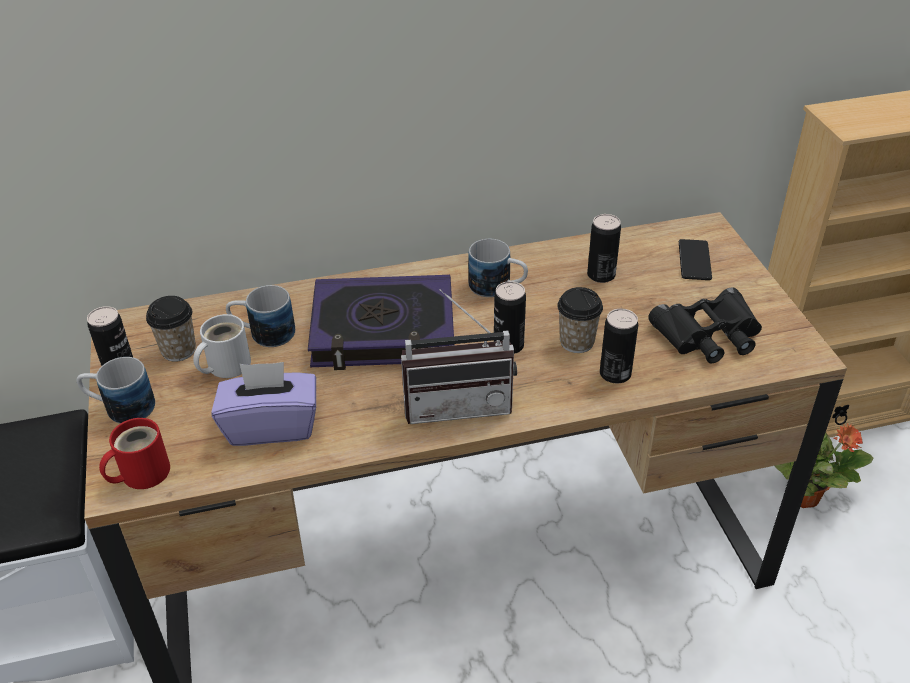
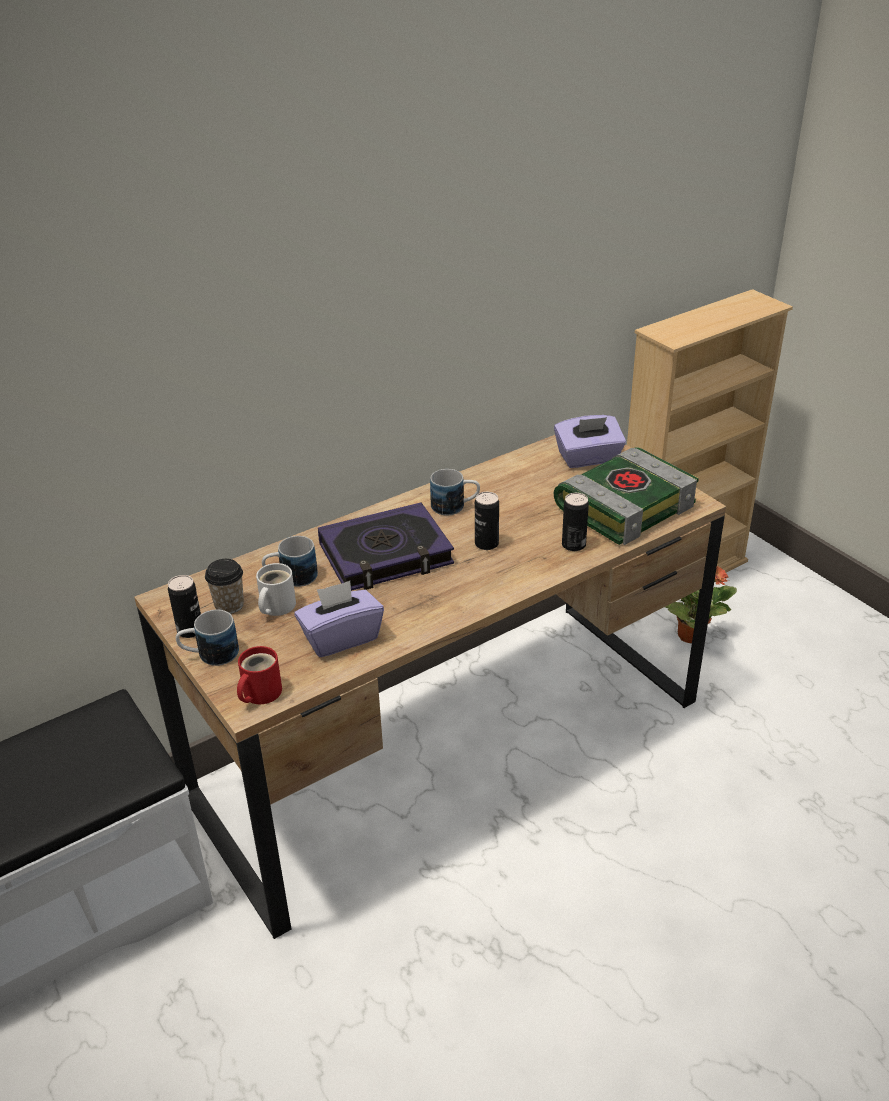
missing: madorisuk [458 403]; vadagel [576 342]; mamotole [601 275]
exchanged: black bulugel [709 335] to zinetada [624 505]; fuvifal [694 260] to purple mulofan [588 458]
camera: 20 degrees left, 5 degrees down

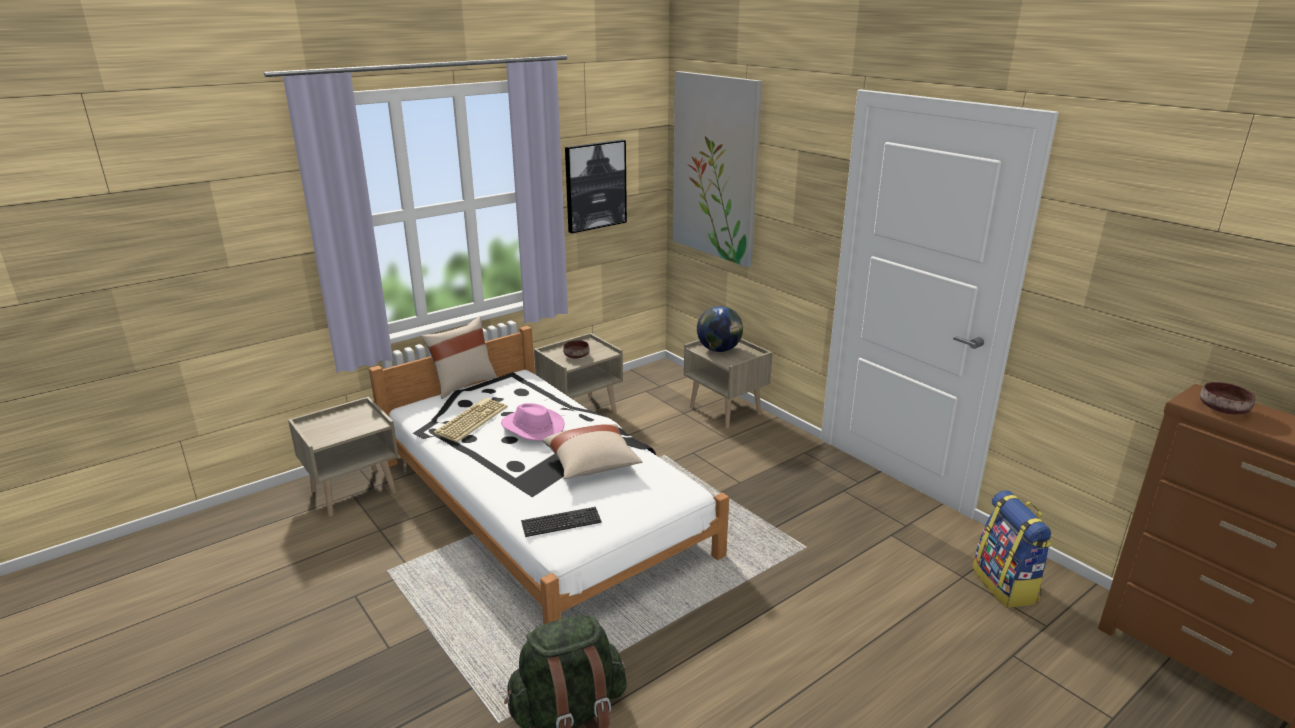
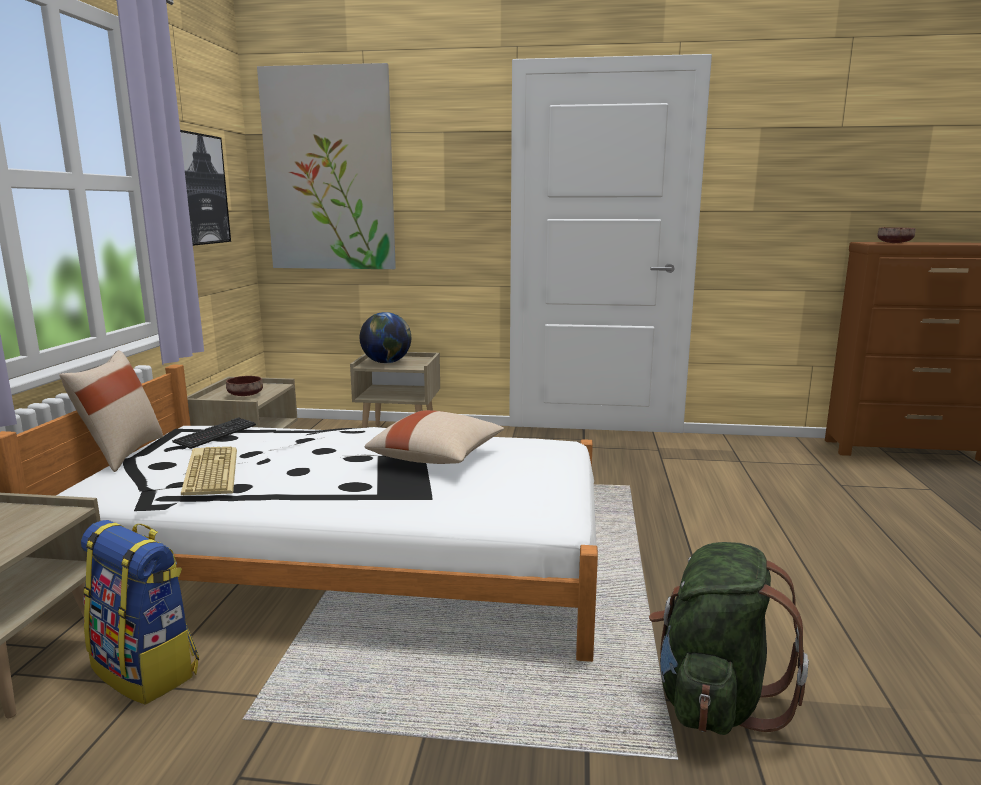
missing: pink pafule [532 428]
relocated: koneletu [561 523] to [216 434]; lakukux [1006 585] to [147 670]
camera: 45 degrees left, 10 degrees down

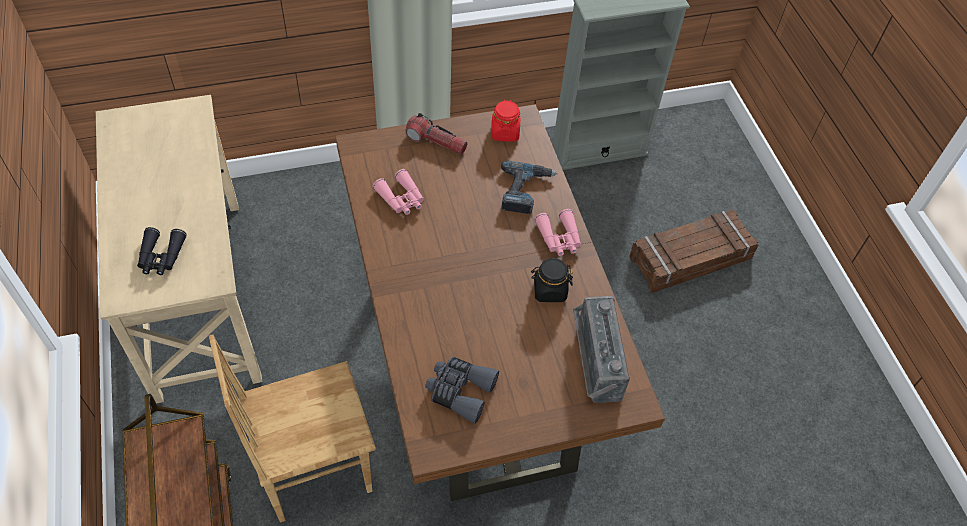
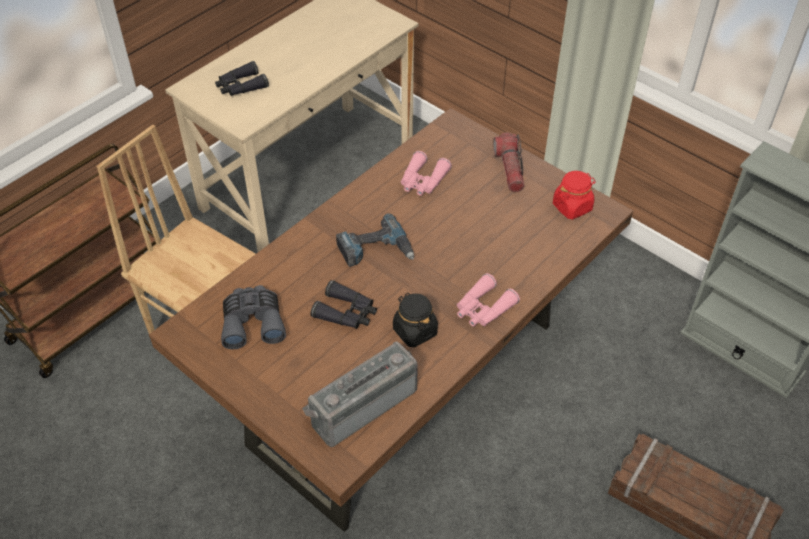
appeared: black bulugel [347 313]
relocated: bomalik [525 191] to [375 250]
camera: 60 degrees right, 5 degrees down

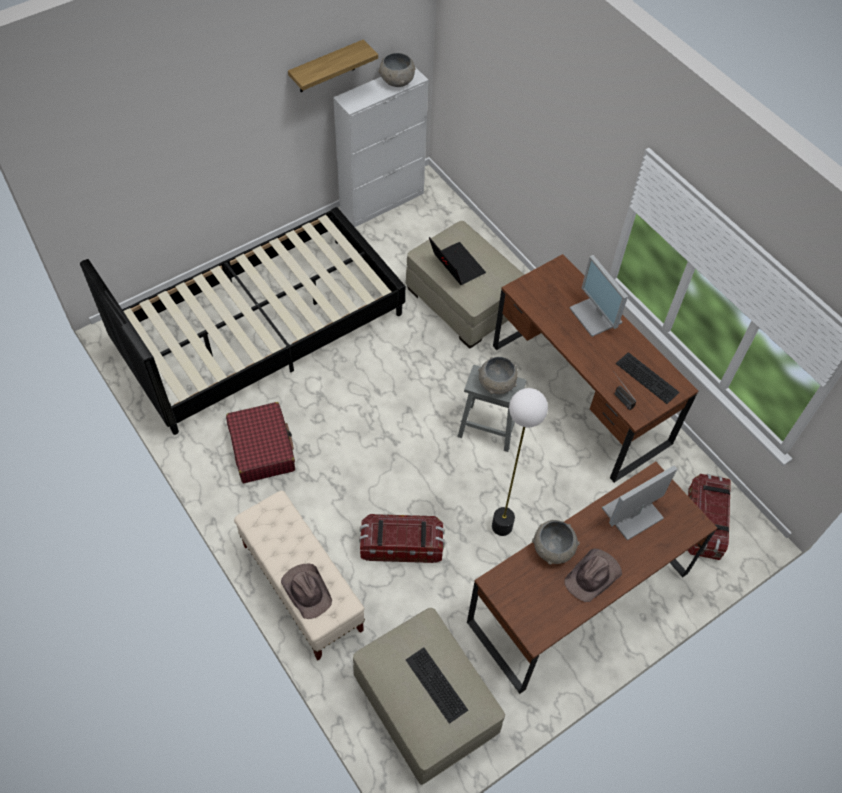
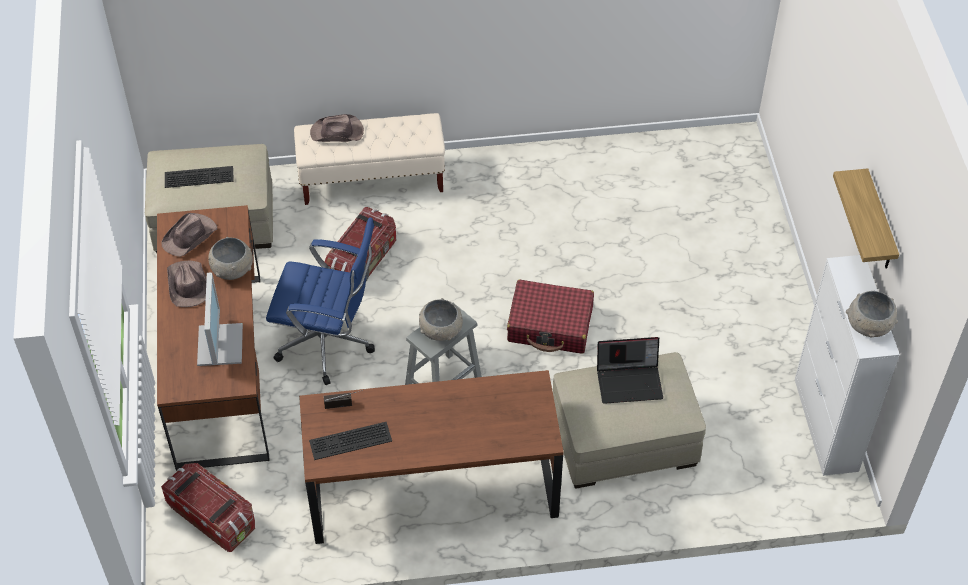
missing: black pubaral [261 331]; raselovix [596 316]
appeared: brown pafule [190 236]
relocated: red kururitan [262 448] to [550 325]
exchanged: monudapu [502 526] to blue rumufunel [329 344]
camera: 120 degrees right, 5 degrees down

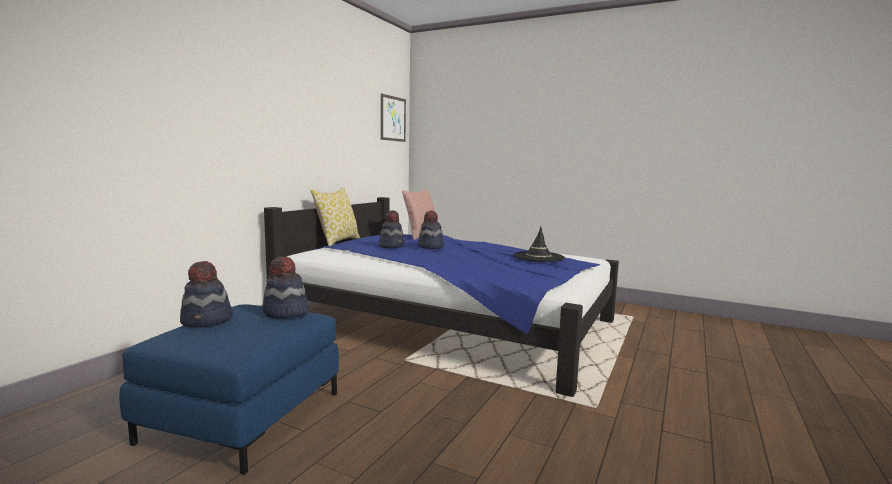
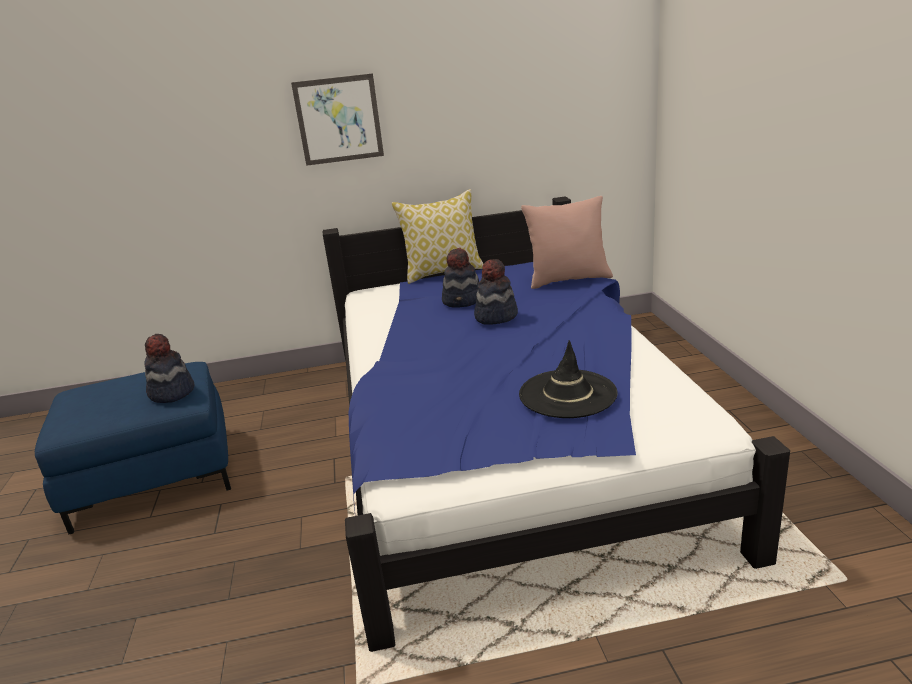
missing: pafule [207 321]
relocated: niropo [393 118] to [338 120]
camera: 55 degrees right, 15 degrees up

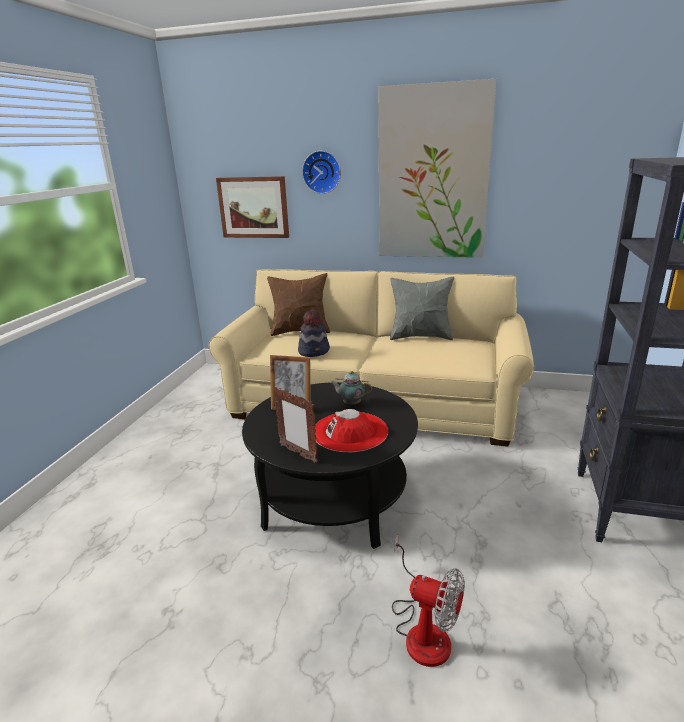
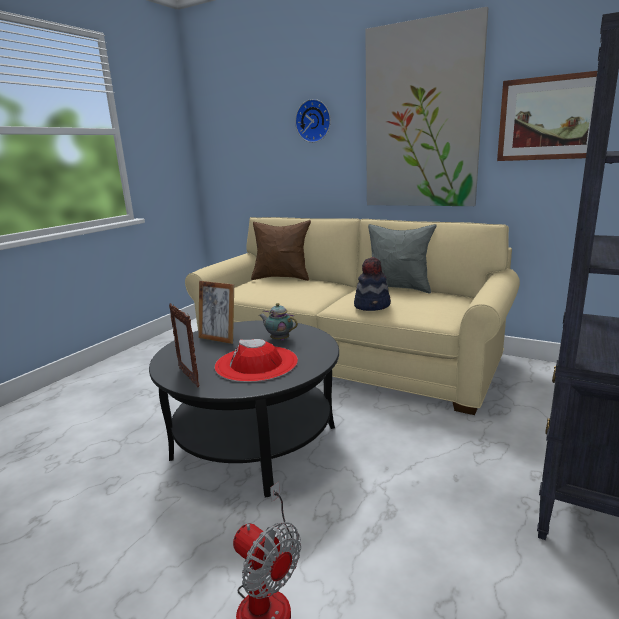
relocated: niropo [253 207] to [551 118]; pafule [314 351] to [372 306]
camera: 15 degrees right, 5 degrees down

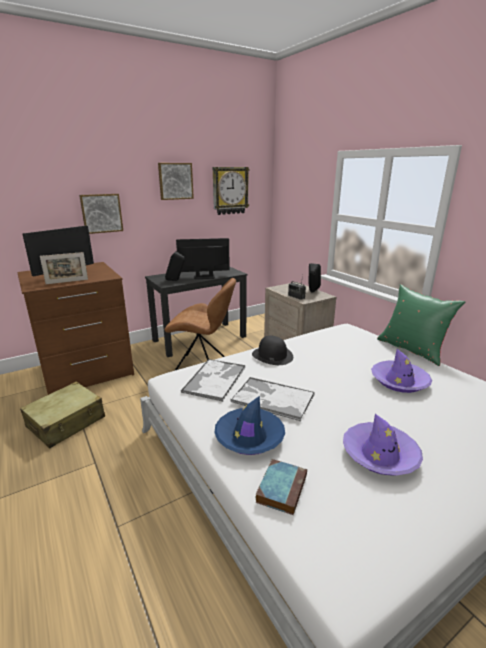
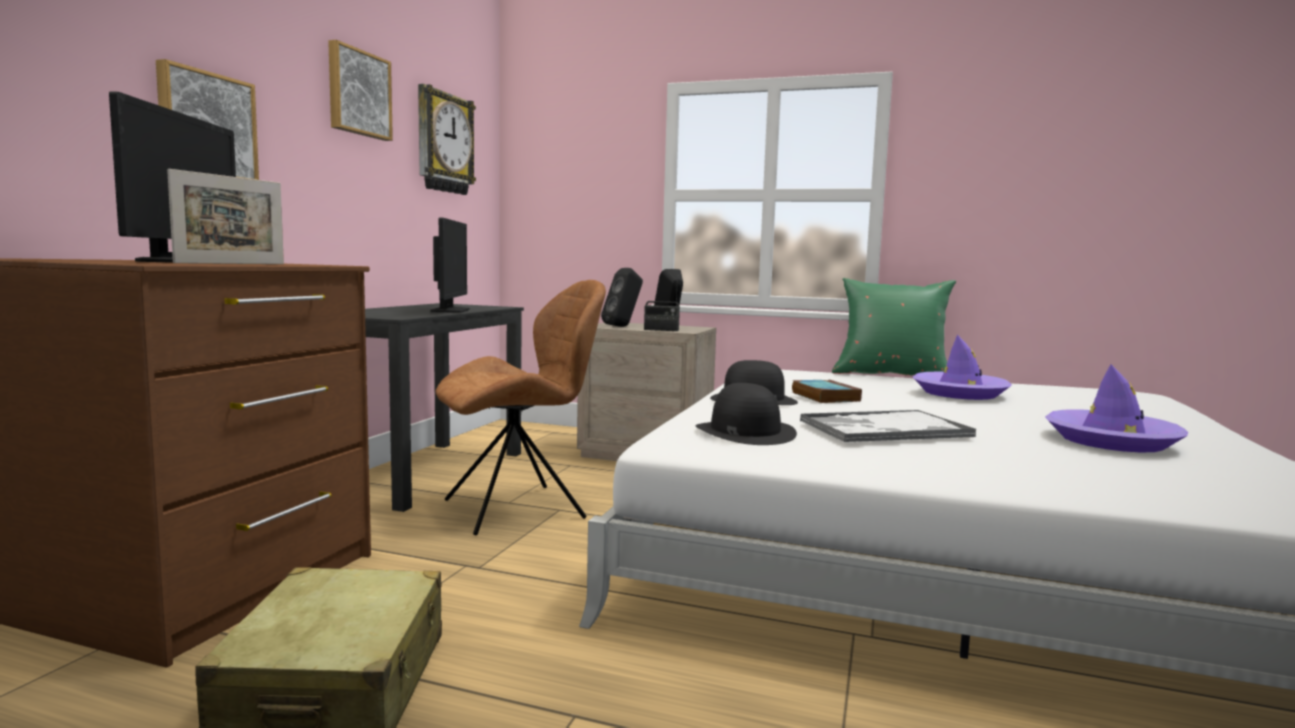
missing: blue pafule [249 437]
relocated: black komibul [176 280] to [623 326]; zinetada [281 488] to [823 396]
exchanged: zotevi [215 379] to black pafule [744 432]
spun: raselovix [204 277] = [450 310] 135 degrees clockwise
camera: 40 degrees left, 15 degrees down

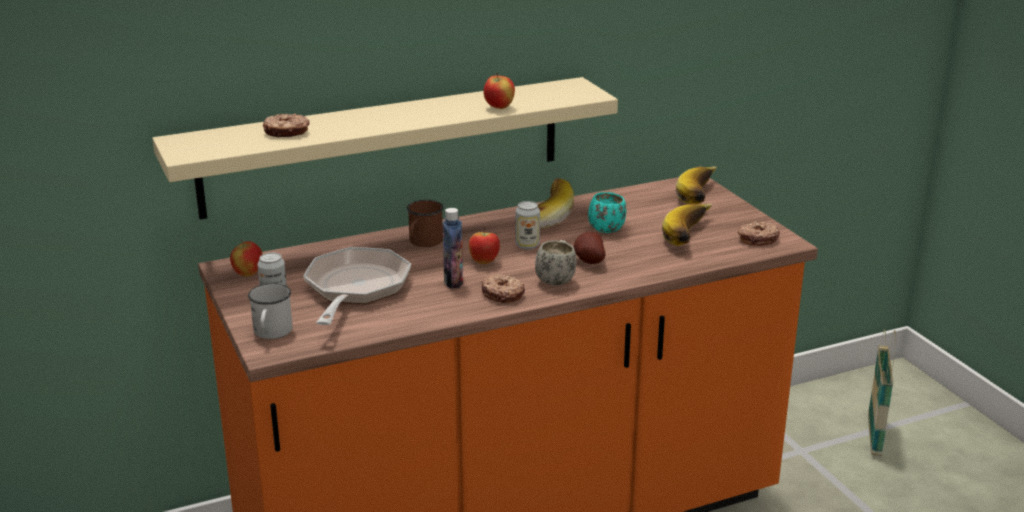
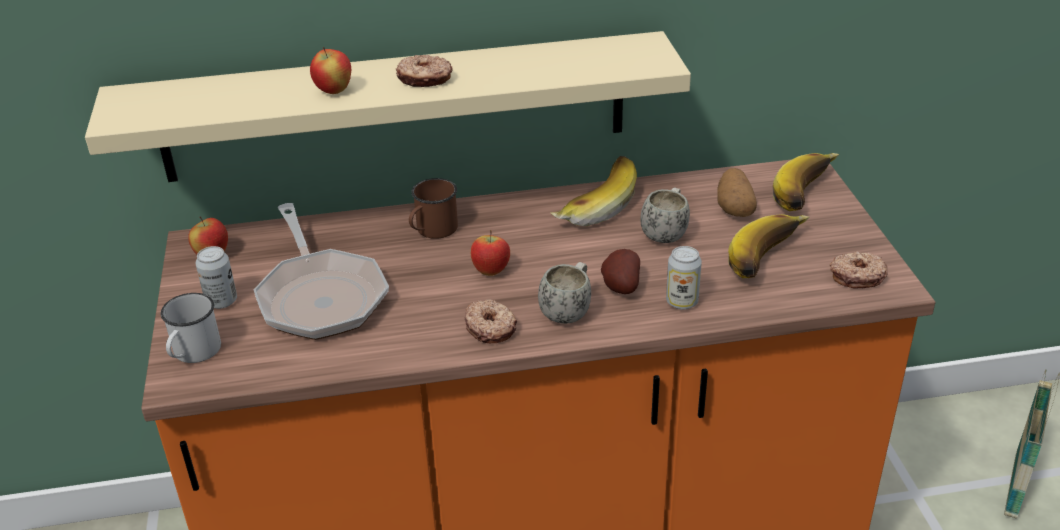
missing: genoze [453 282]
appeared: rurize [734 207]
relocated: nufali [286 132] to [424 79]; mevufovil [499 107] to [334 91]; mamotole [527 245] to [682 302]
colour: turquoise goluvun [606 227] to white goluvun [665 233]
spun: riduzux [355 289] = [320 296] 135 degrees clockwise
camera: 15 degrees right, 10 degrees up

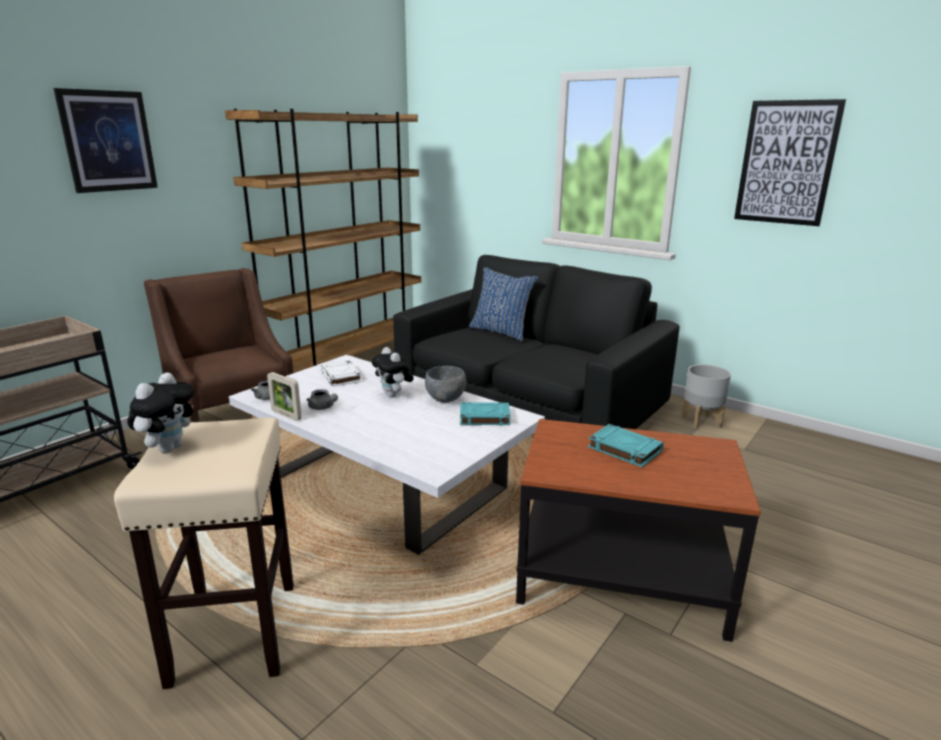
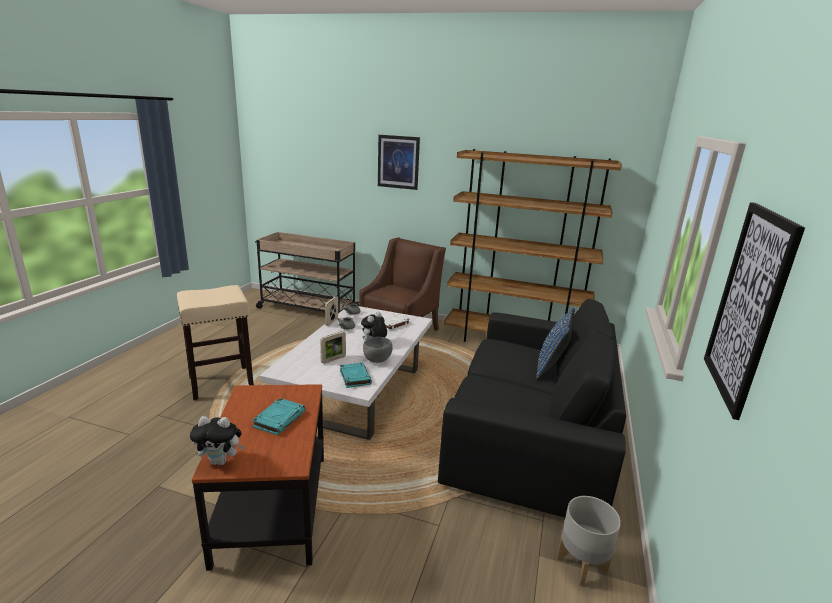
appeared: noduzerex [333 359]
relocated: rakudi [169 448] to [221 461]
camera: 70 degrees right, 0 degrees up

